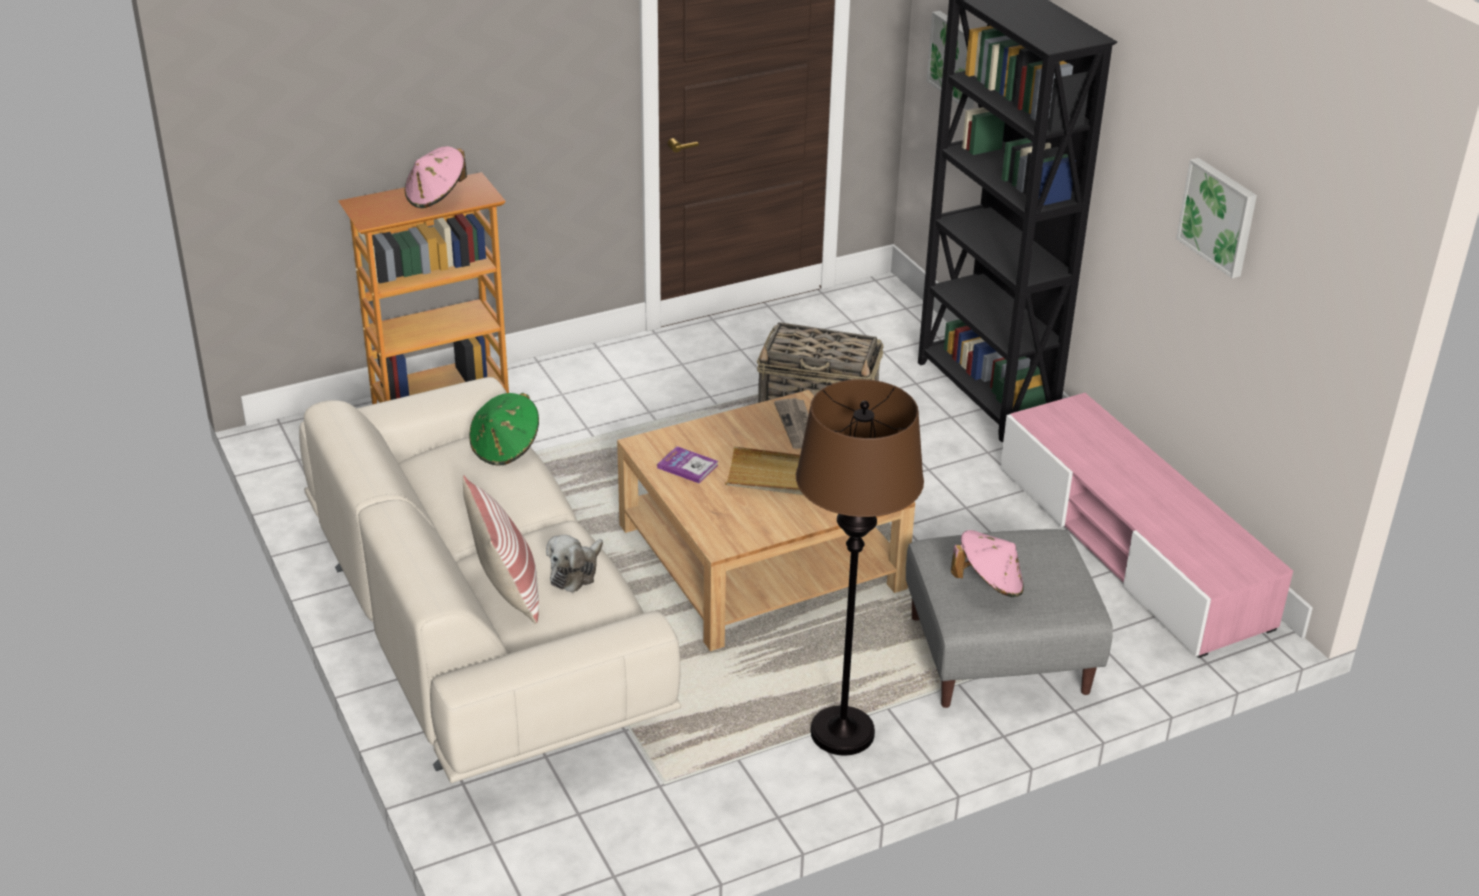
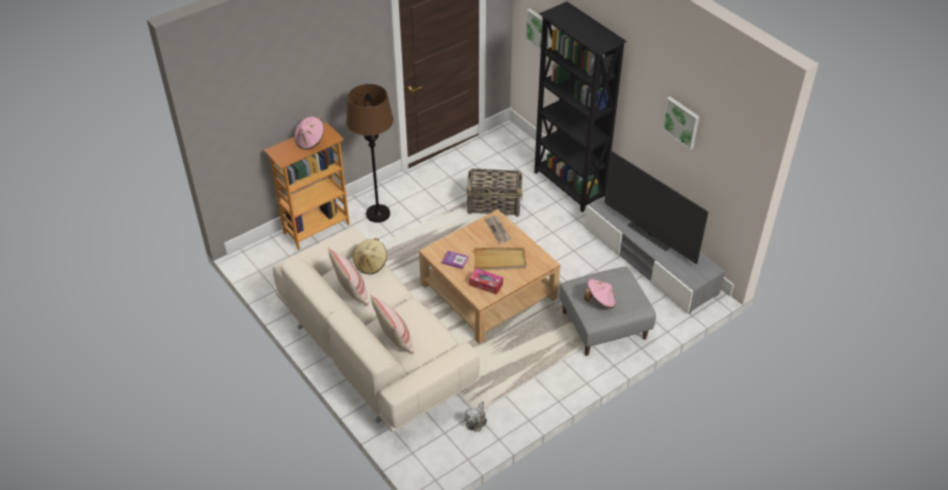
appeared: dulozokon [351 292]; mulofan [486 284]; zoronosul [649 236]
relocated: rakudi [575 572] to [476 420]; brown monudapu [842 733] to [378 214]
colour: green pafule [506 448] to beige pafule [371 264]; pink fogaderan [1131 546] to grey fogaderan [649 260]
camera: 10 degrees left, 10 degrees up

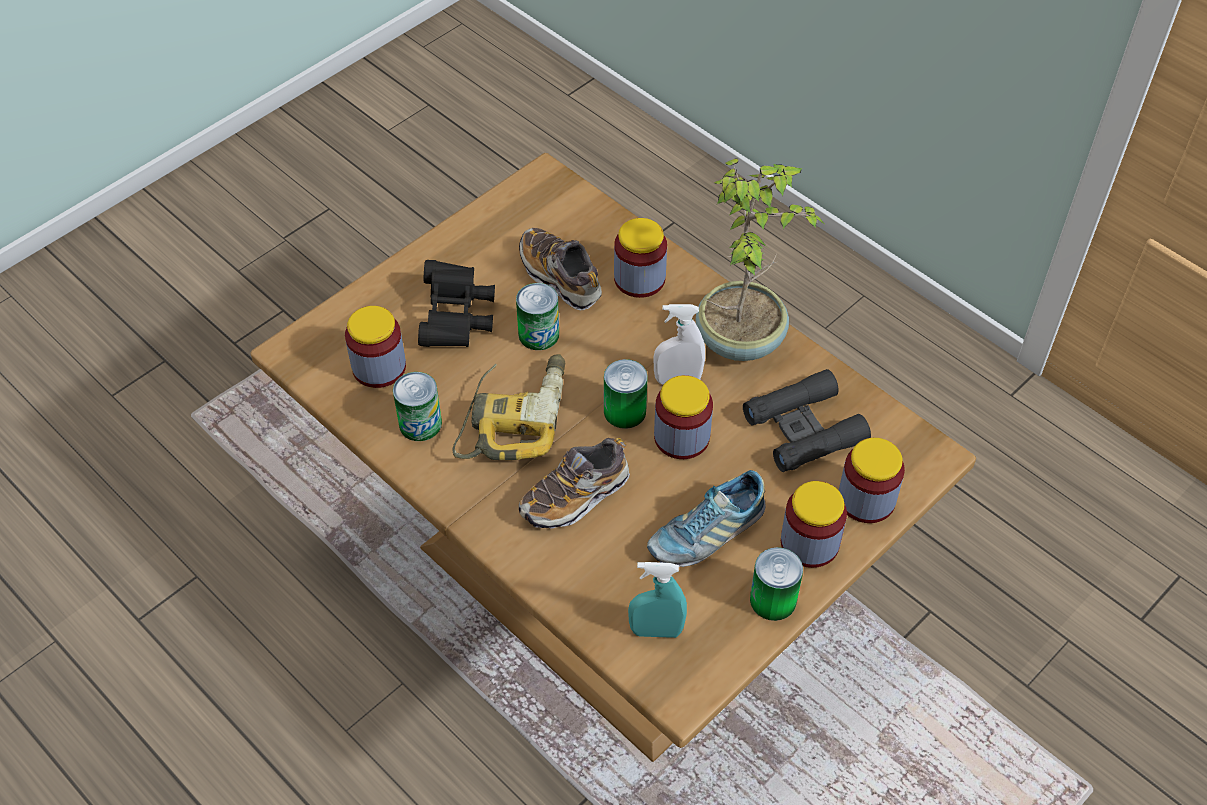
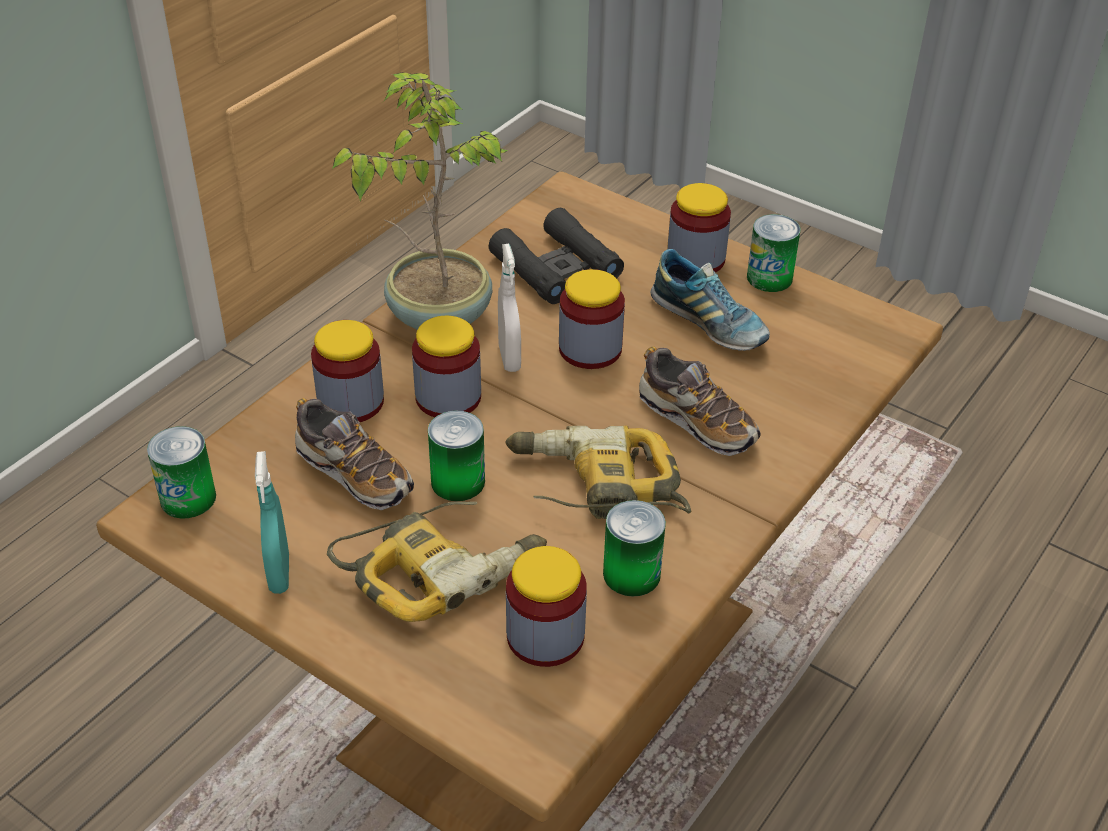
relocated: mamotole [625 411] to [188 498]; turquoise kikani [656 631] to [279 573]; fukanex [866 499] to [448 397]
exchanged: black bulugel [456 318] to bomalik [441 567]
spun: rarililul [560 277] = [354 474] 90 degrees counterclockwise
camera: 100 degrees left, 10 degrees down

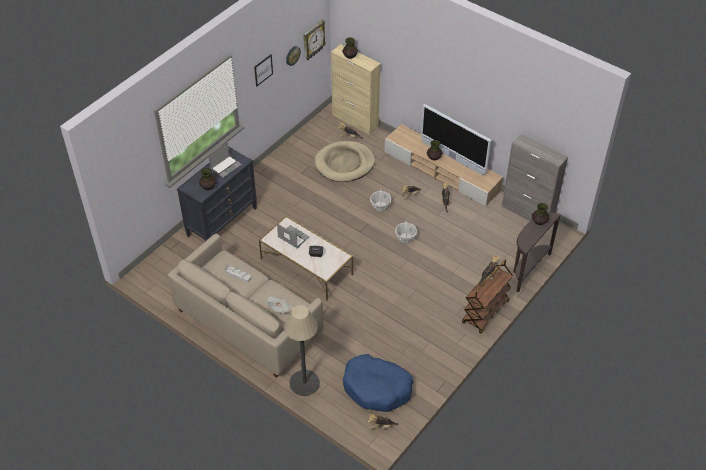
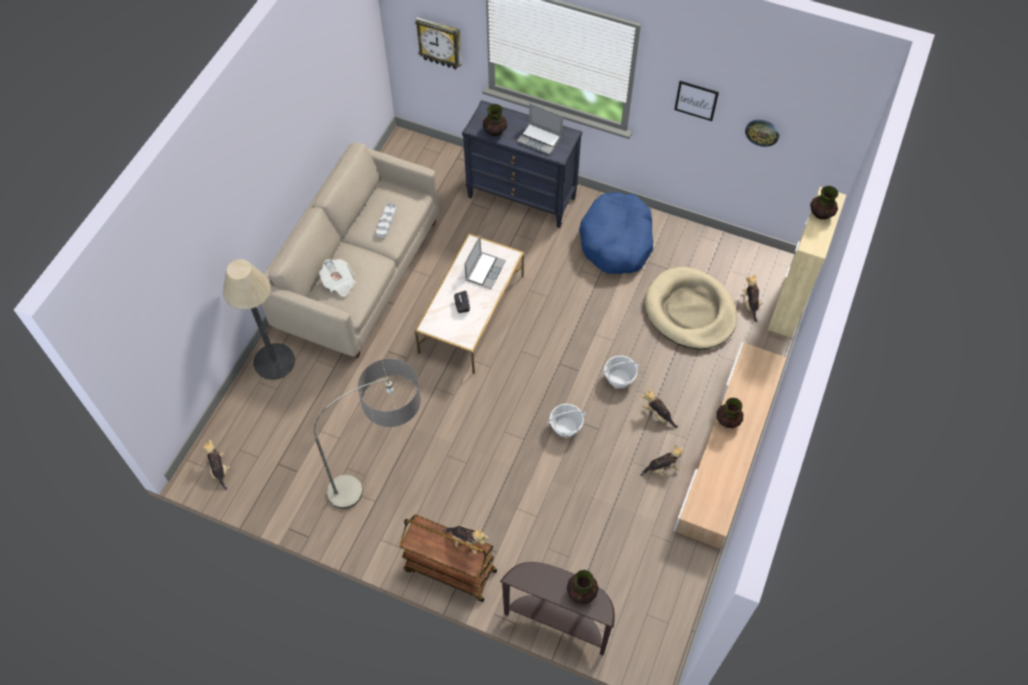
missing: zoronosul [452 158]; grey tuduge [527 213]
appeared: monudapu [386 480]
relocated: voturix [313 40] to [440 43]; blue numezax [377 388] to [616 241]
camera: 75 degrees right, 10 degrees up

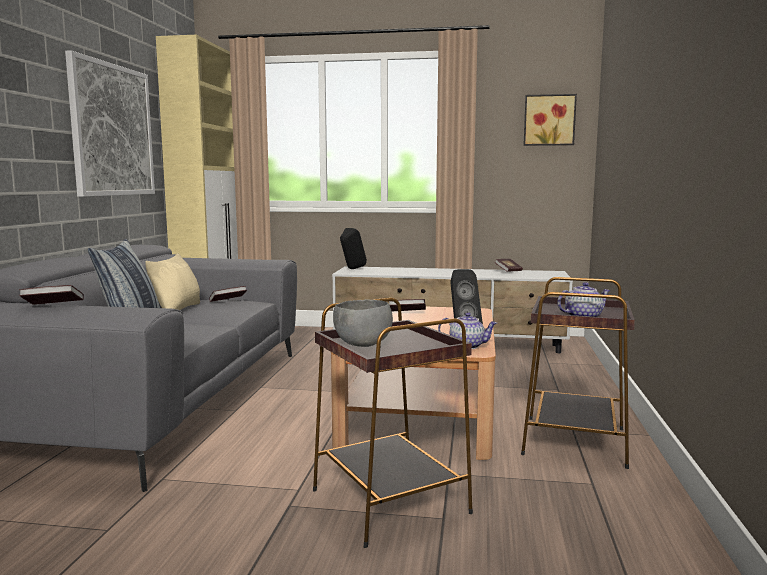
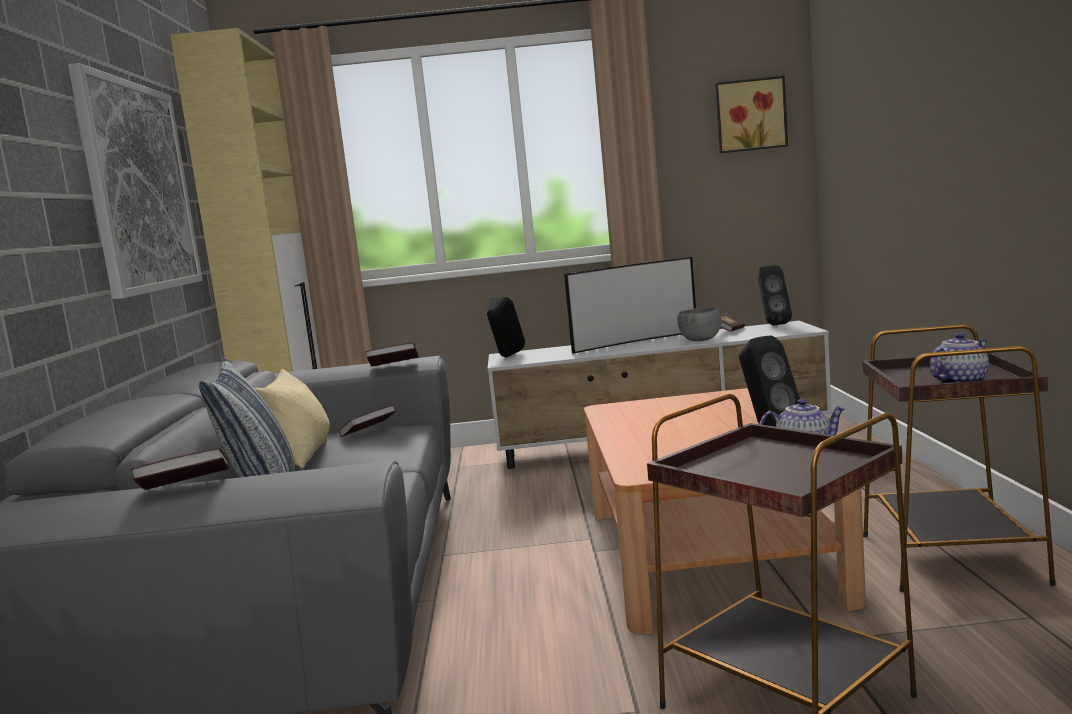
appeared: zoronosul [633 341]; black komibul [773 325]
relocated: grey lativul [362 345] to [700 340]; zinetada [407 313] to [394 365]
camera: 10 degrees left, 0 degrees up

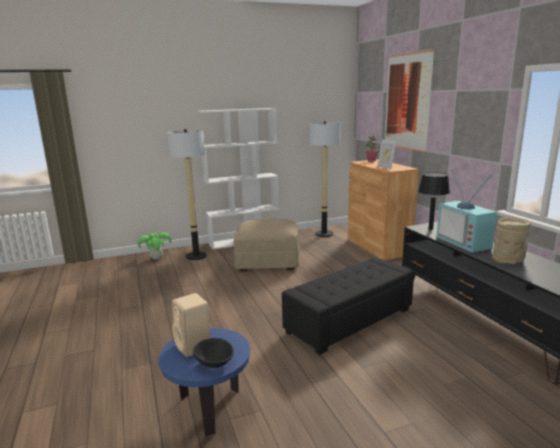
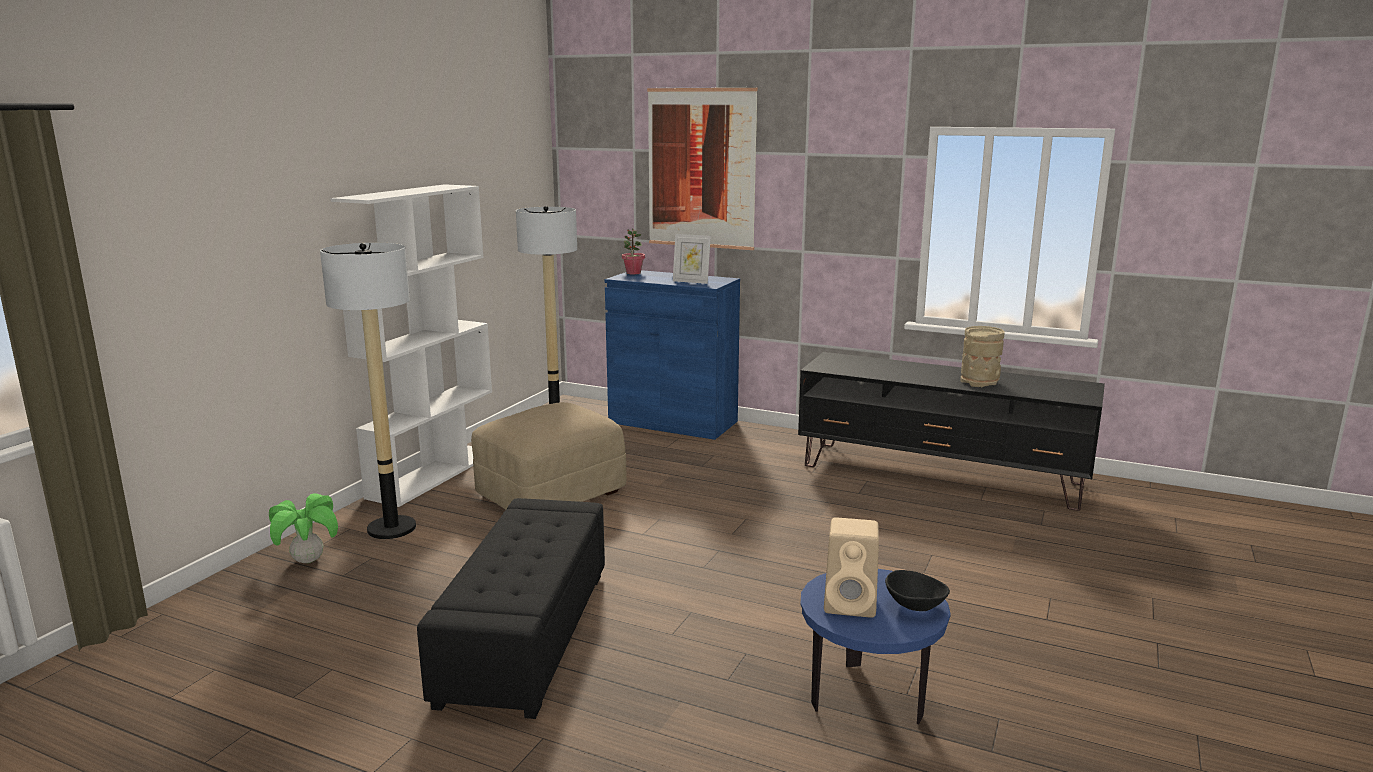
missing: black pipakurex [430 229]; zoronosul [466 242]
relocated: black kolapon [349 320] to [525 634]
colour: brown tuduge [378 246] to blue tuduge [673 422]
camera: 45 degrees left, 0 degrees up

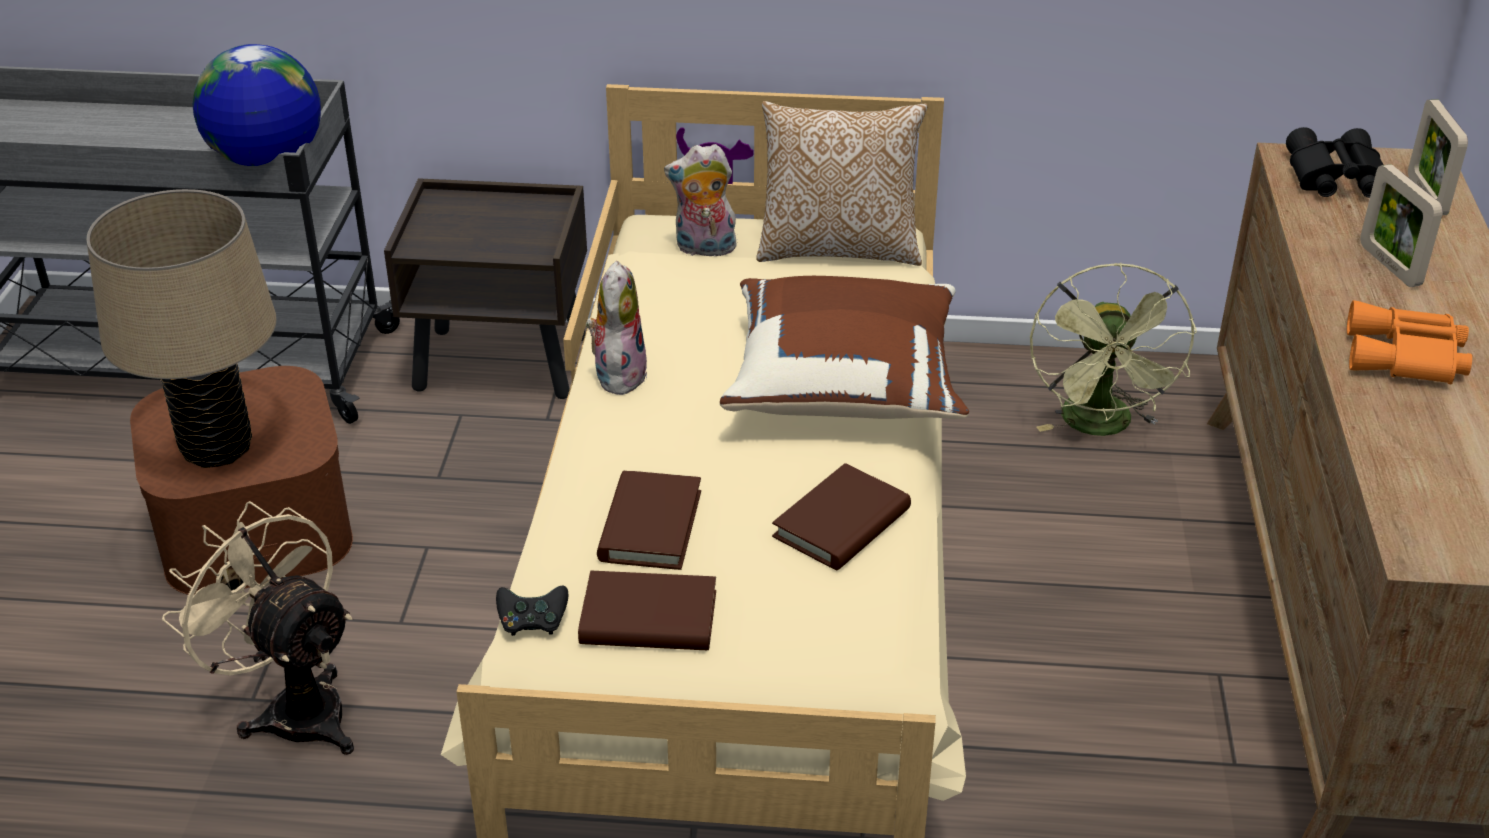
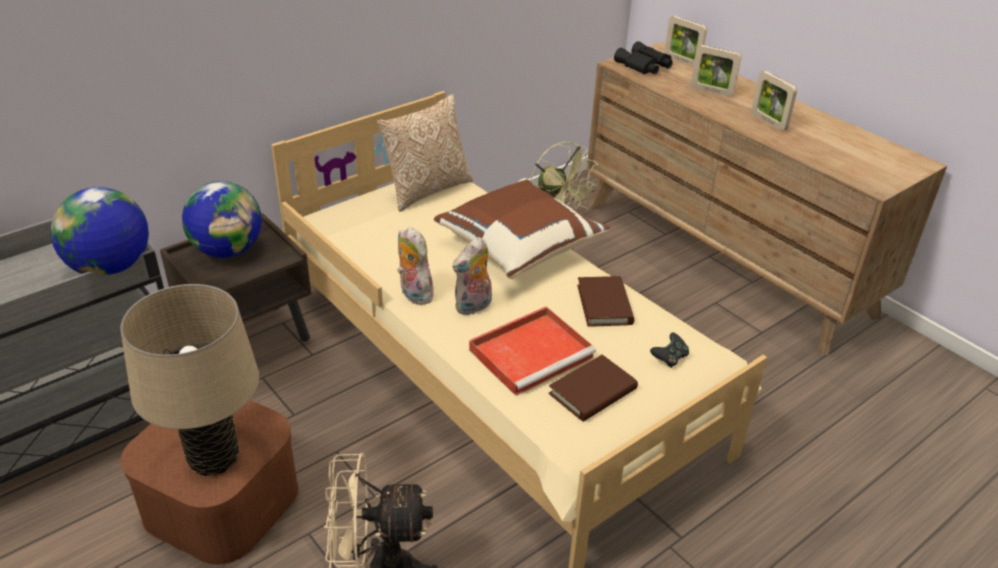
appeared: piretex [228 250]
relocated: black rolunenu [532 623] to [669 358]; rakudi [704 249] to [473 307]
exchanged: brown zinetada [650 526] to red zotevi [532 352]; orange bulugel [1406 358] to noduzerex [768 122]
camera: 45 degrees left, 0 degrees up

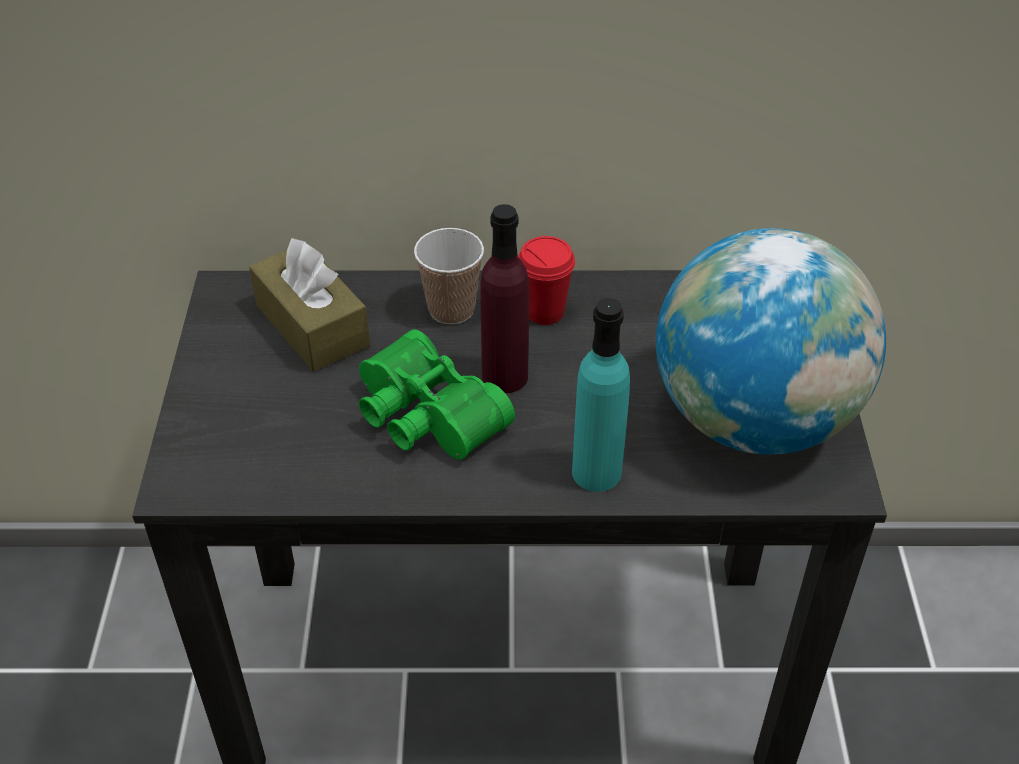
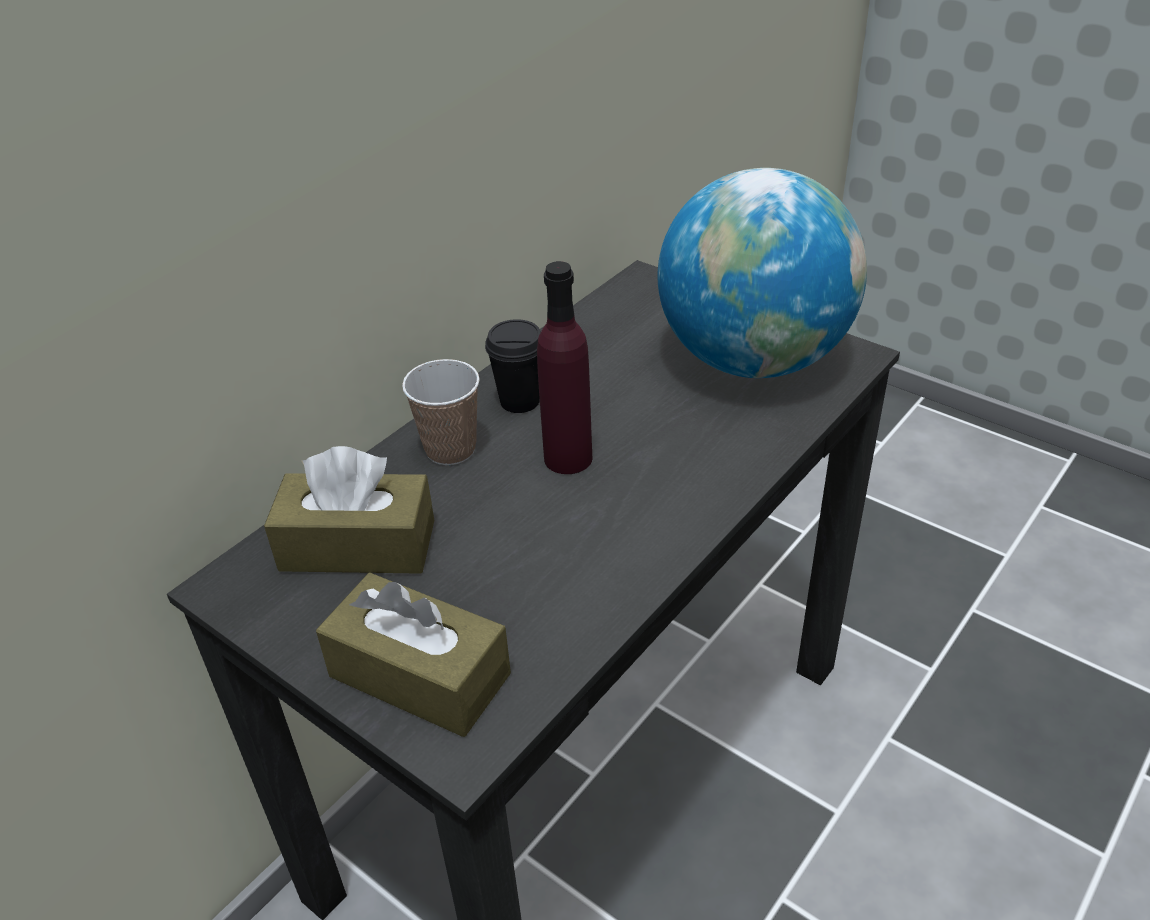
missing: green bulugel [424 418]; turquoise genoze [596 472]
appeared: brown mulofan [419 675]
colour: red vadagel [544 312] to black vadagel [520 401]
camera: 50 degrees left, 5 degrees down

